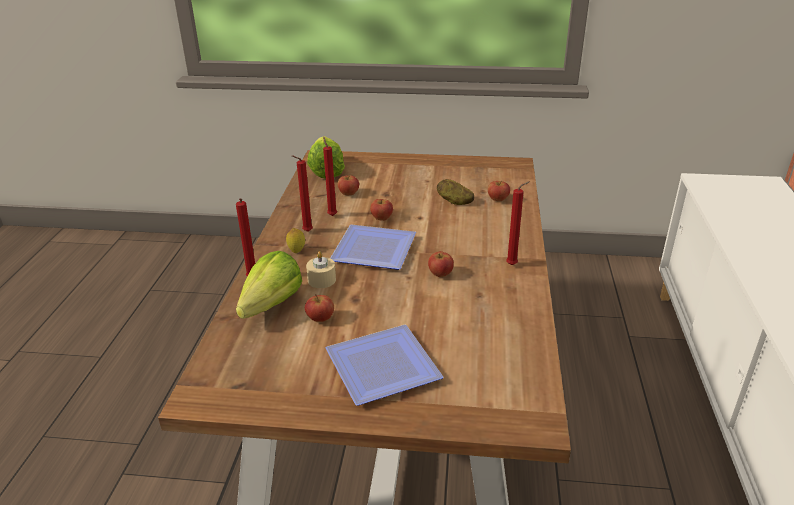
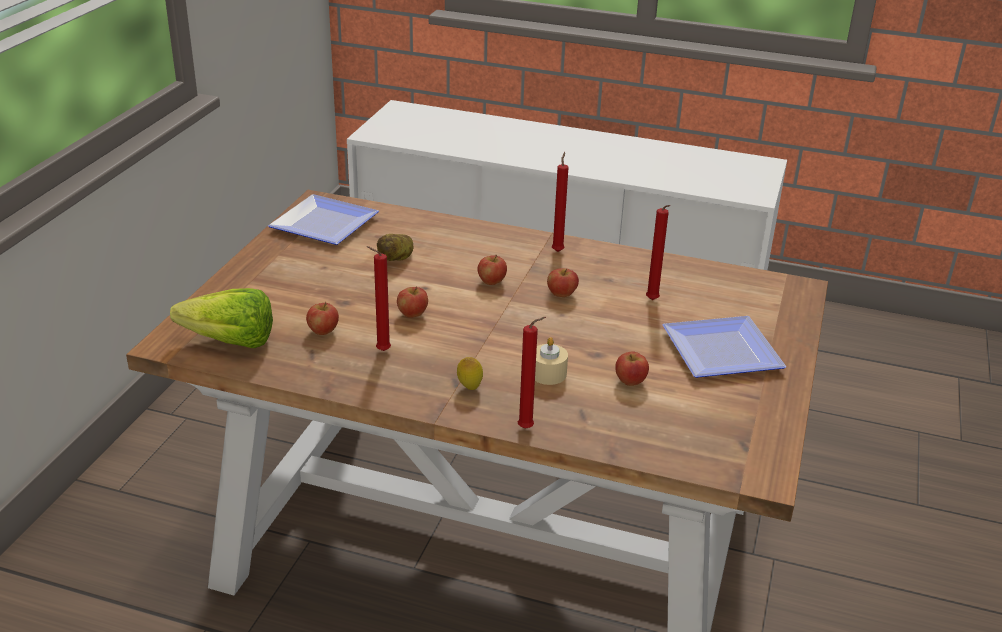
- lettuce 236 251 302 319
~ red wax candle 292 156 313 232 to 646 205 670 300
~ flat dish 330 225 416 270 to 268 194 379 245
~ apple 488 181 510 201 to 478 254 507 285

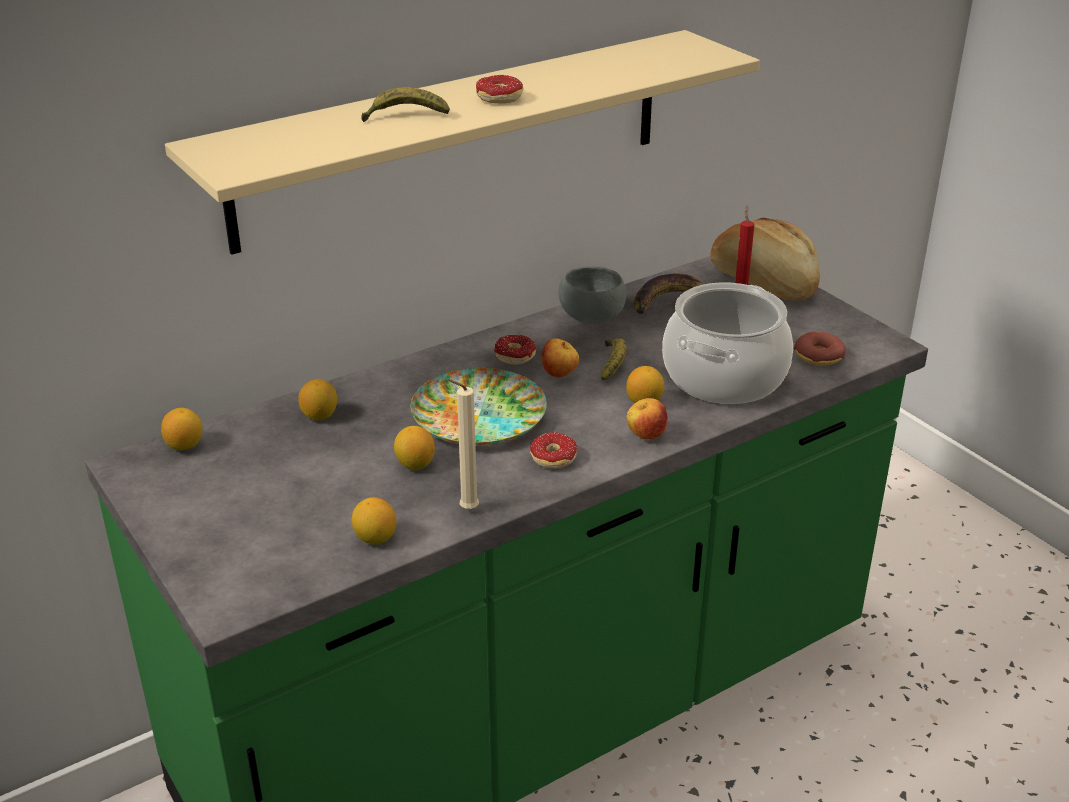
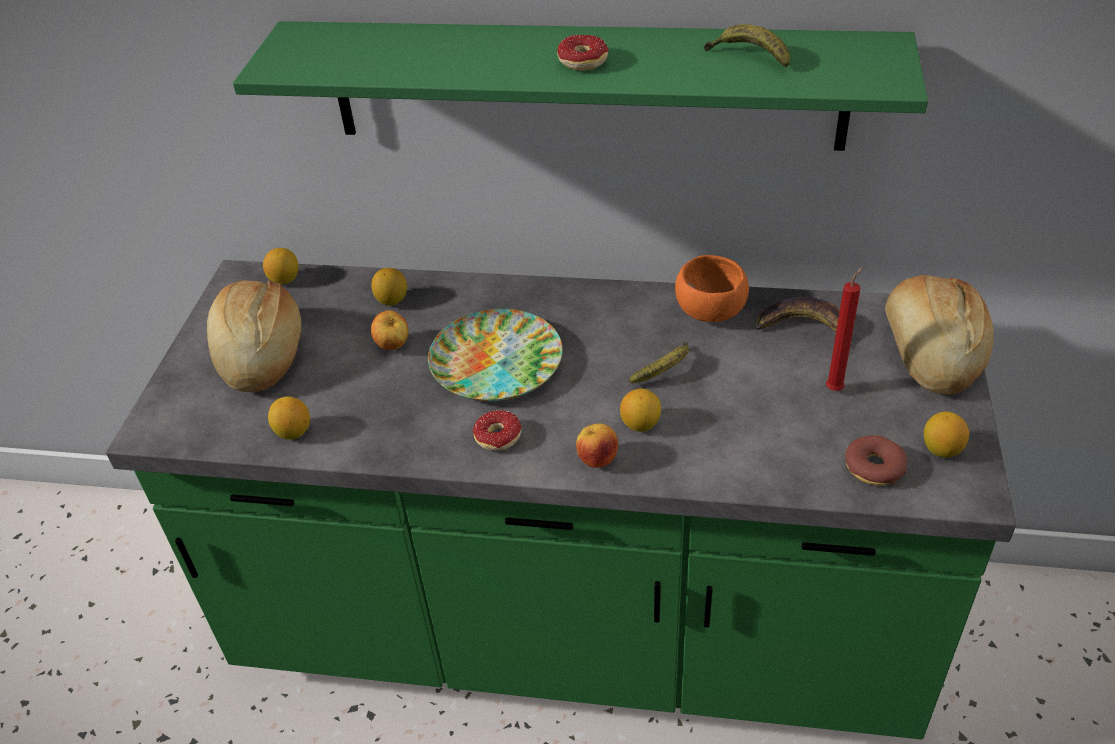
- beige-coloured wax candle 448 379 479 510
- doughnut 494 321 536 365
- stockpot 662 282 793 404
+ bread 207 280 301 392
~ banana fruit 361 87 450 122 to 704 24 790 68
~ lemon 394 426 435 470 to 924 411 969 458
~ apple 541 338 579 377 to 371 310 409 350
~ beige-coloured shelf 165 30 760 255 to green shelf 233 21 928 151
~ grey bowl 559 266 626 324 to orange bowl 675 255 749 322

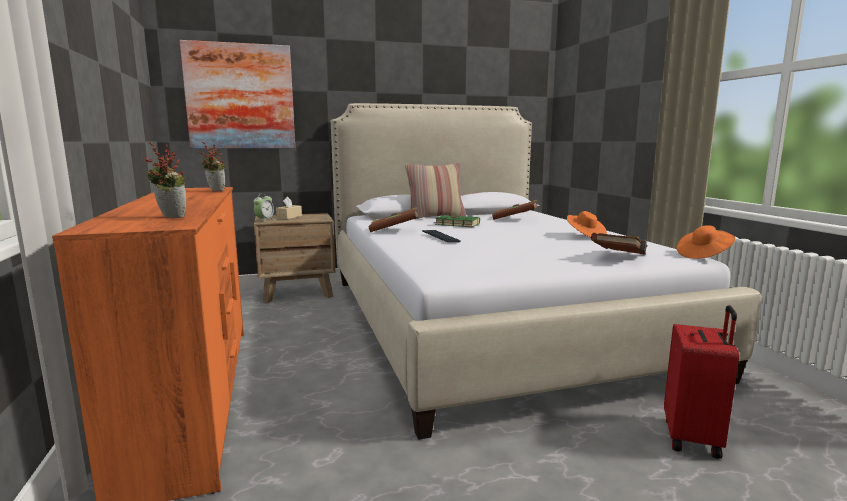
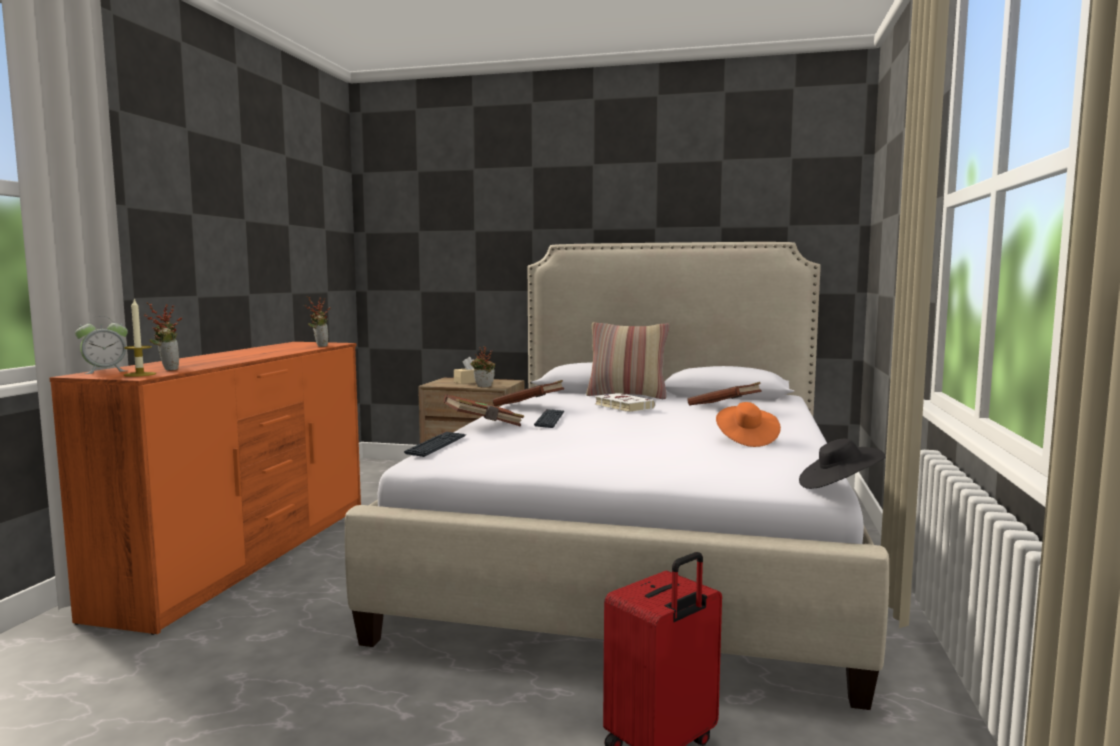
- wall picture 180 40 295 149
+ wax candle 124 298 156 377
+ keyboard 404 432 466 457
+ potted plant 470 346 495 387
~ table clock 254 194 275 222 to 75 316 128 374
~ brown-coloured bound book 591 233 648 255 to 443 394 524 427
~ green bound book 434 215 480 227 to whitish bound book 594 393 655 412
~ orange clothing hat 677 225 736 259 to blackish clothing hat 799 439 886 489

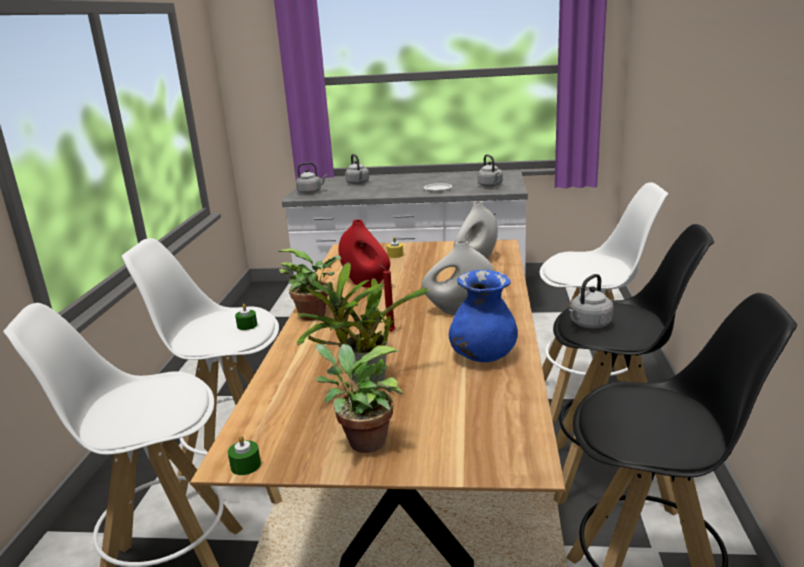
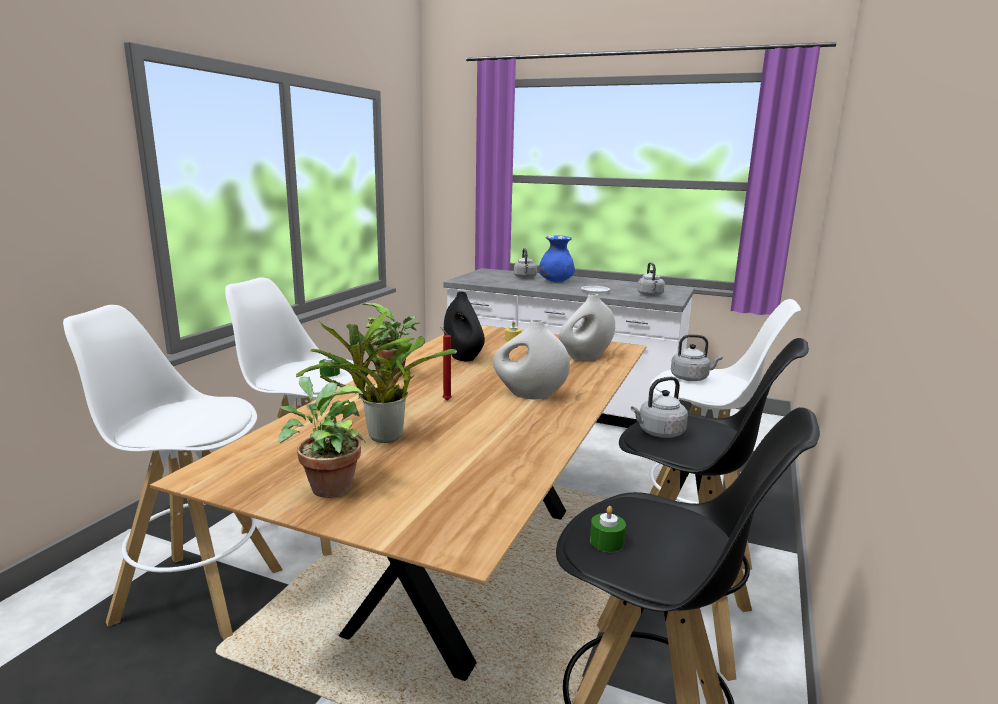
~ green wax candle 228 435 261 475 to 590 506 626 552
~ grey water kettle 296 162 327 194 to 671 334 723 381
~ blue vase 449 270 518 362 to 539 235 575 282
~ red vase 339 219 390 287 to blackish vase 444 291 485 362

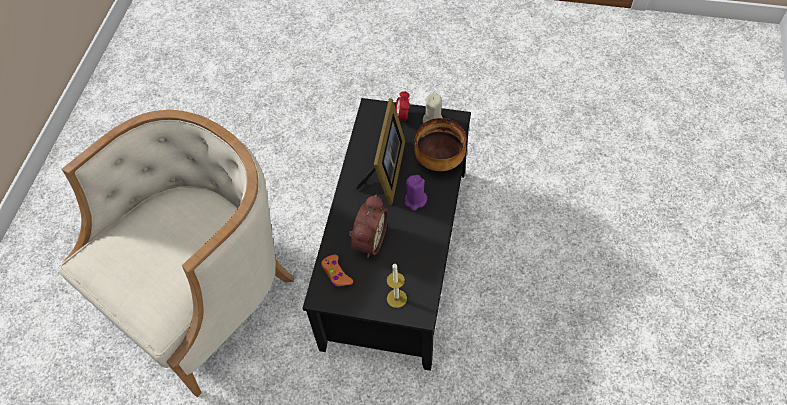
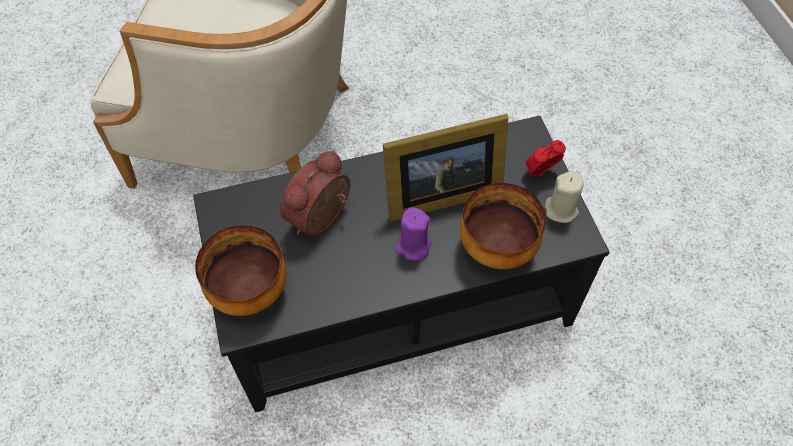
- orange game controller 321 255 353 286
~ wax candle 387 263 407 308 to bowl 195 225 287 316
~ table clock 349 194 388 258 = 280 150 350 237 135 degrees clockwise

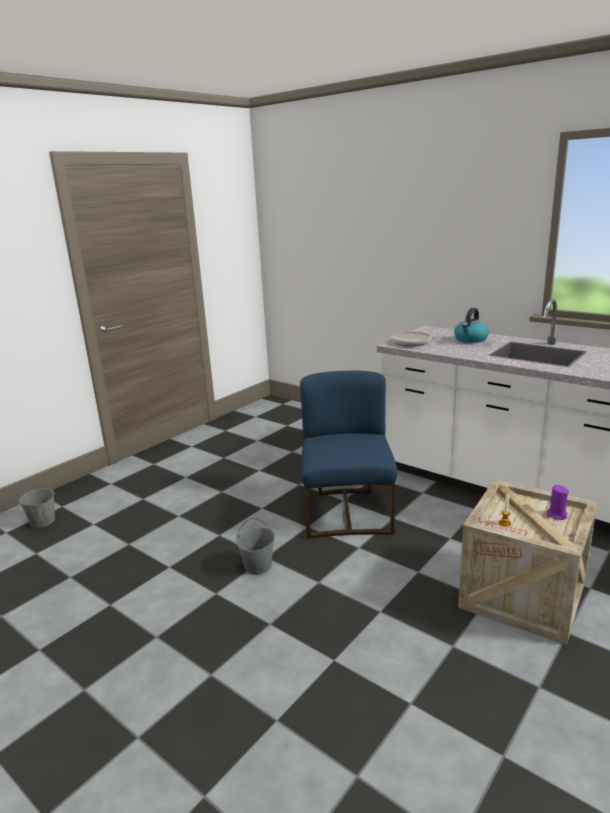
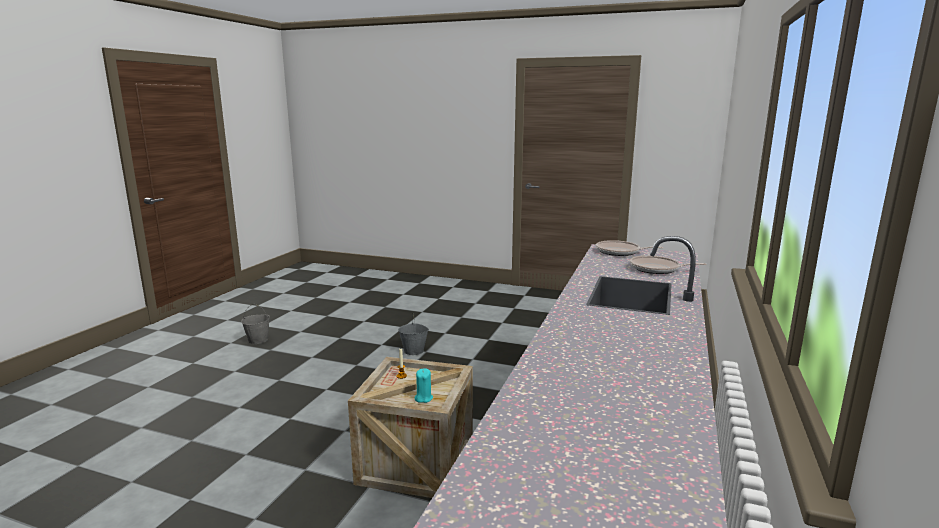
- blue chair 300 370 397 538
~ grey bucket 19 479 55 528 to 241 304 270 344
~ water kettle 454 308 489 343 to skillet 630 256 707 274
~ purple wax candle 546 485 569 520 to blue-green wax candle 415 369 433 403

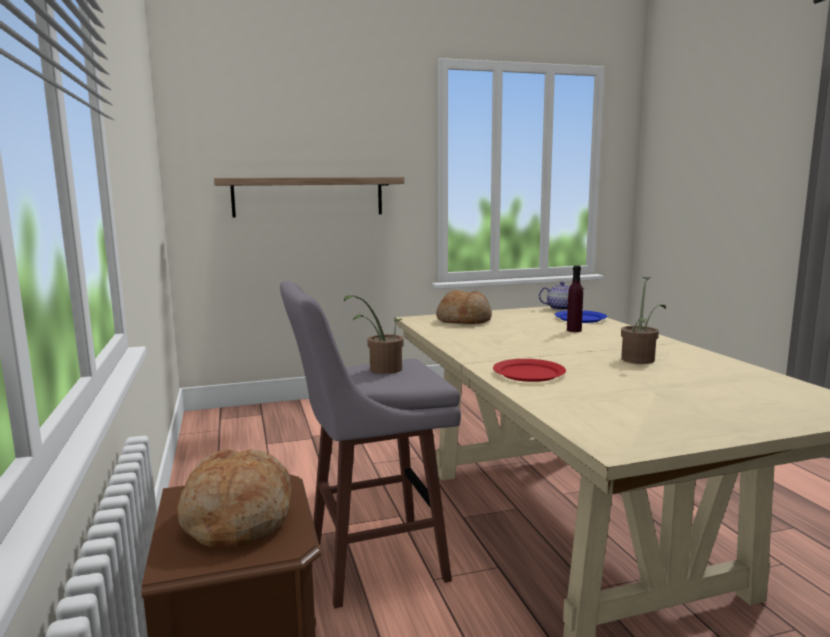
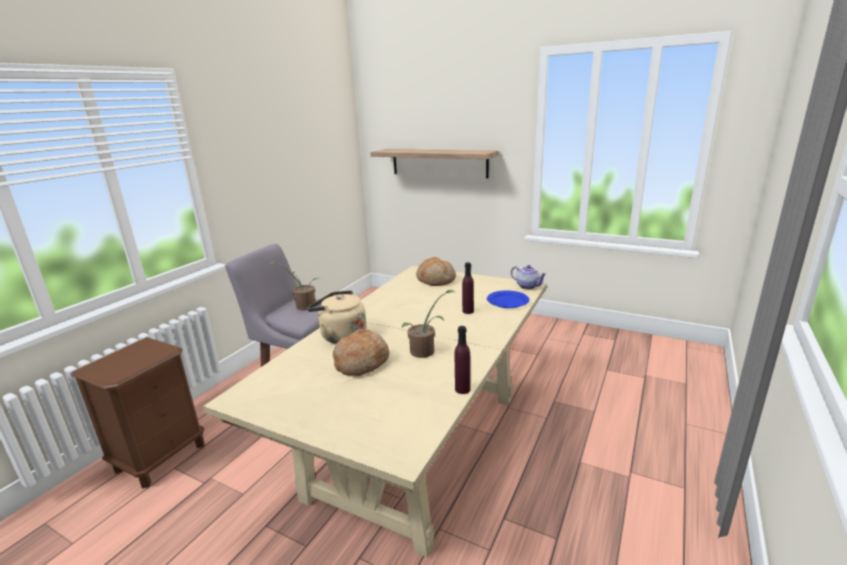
+ purple bottle 455 326 471 394
~ bread 177 449 291 547 to 333 329 389 376
~ red flat dish 493 359 566 382 to beige-coloured water kettle 307 290 367 344

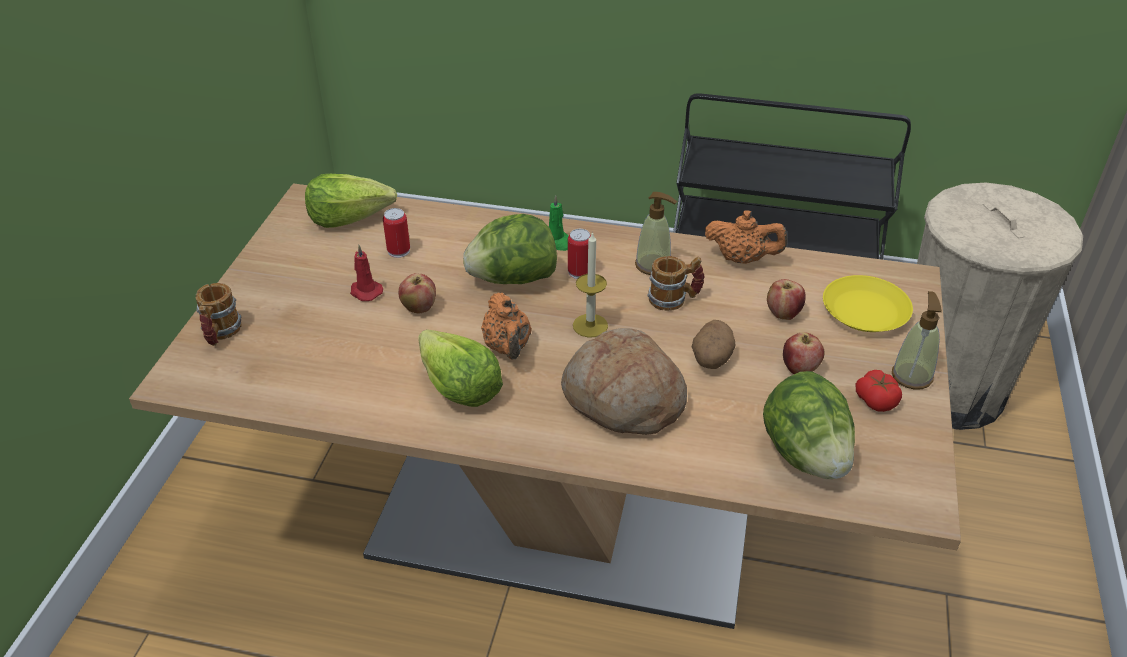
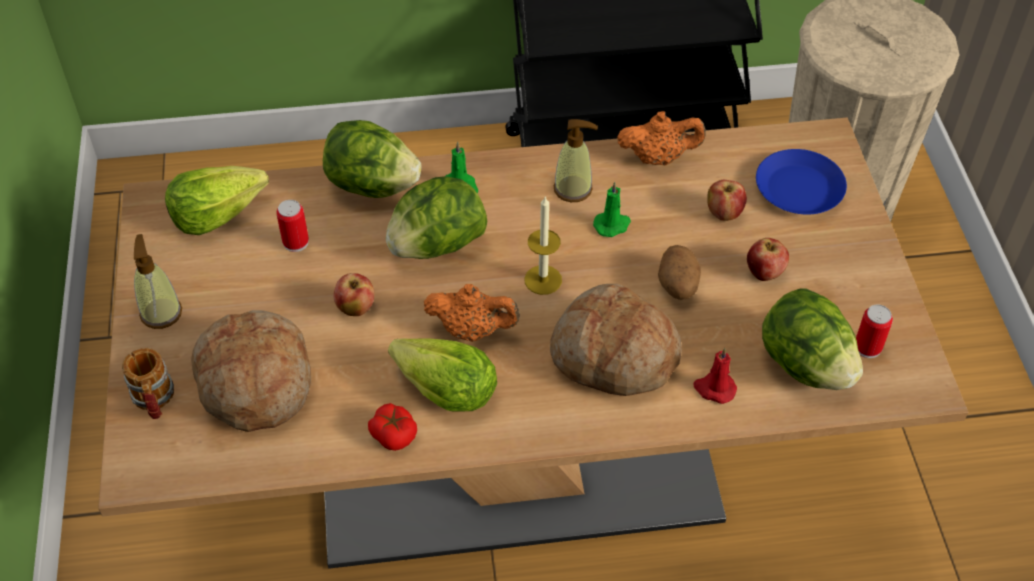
+ bread 191 310 311 432
+ lettuce 323 120 421 198
~ red wax candle 350 245 383 301 to 693 348 737 404
~ sealed can 568 229 591 279 to 856 305 893 358
~ fresh tomato 856 370 902 412 to 368 403 417 451
~ soap bottle 892 291 942 390 to 134 234 182 329
~ tea mug 647 256 705 311 to green wax candle 593 182 631 237
~ yellowish flat dish 823 275 913 332 to blue flat dish 756 149 847 214
~ orange teapot 481 293 532 359 = 424 284 520 342 45 degrees counterclockwise

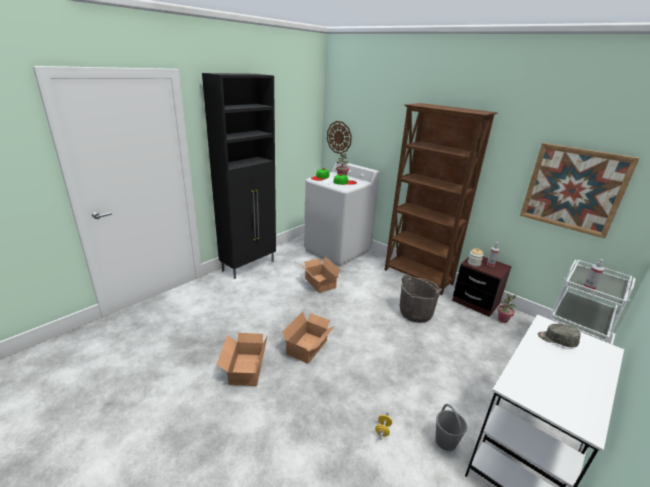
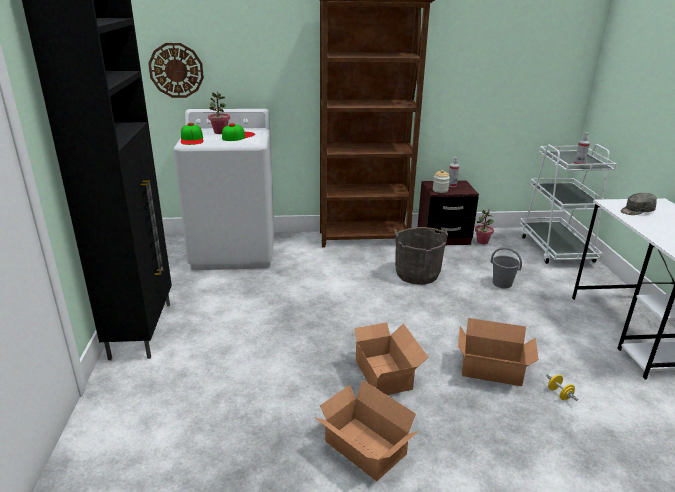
- wall picture 520 143 639 239
~ packing box 301 257 340 293 to 458 318 539 386
~ grey bucket 435 404 467 451 to 491 247 522 289

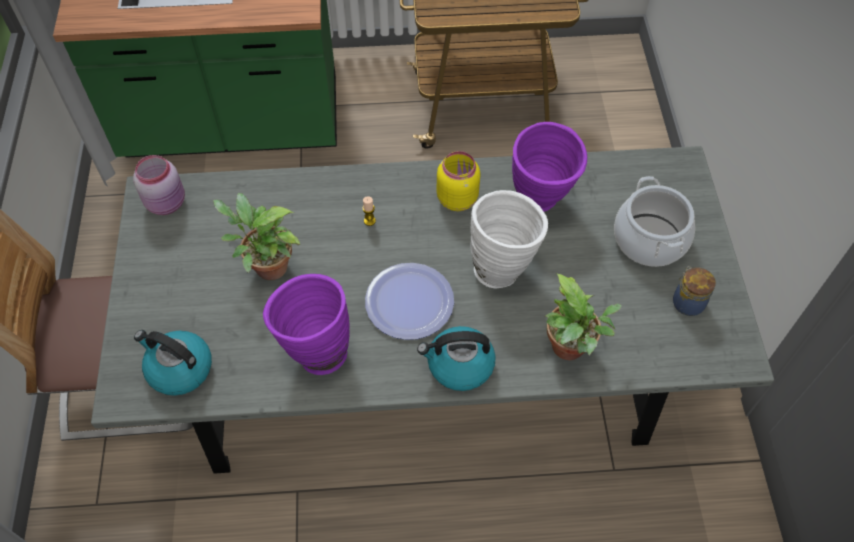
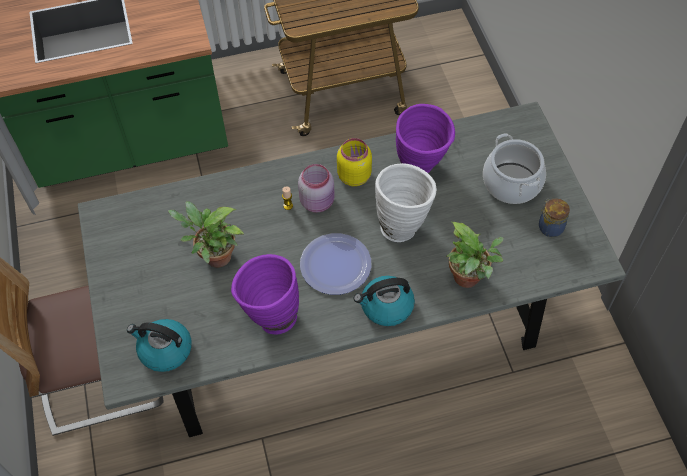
~ pink jar 133 155 185 215 to 298 164 335 213

